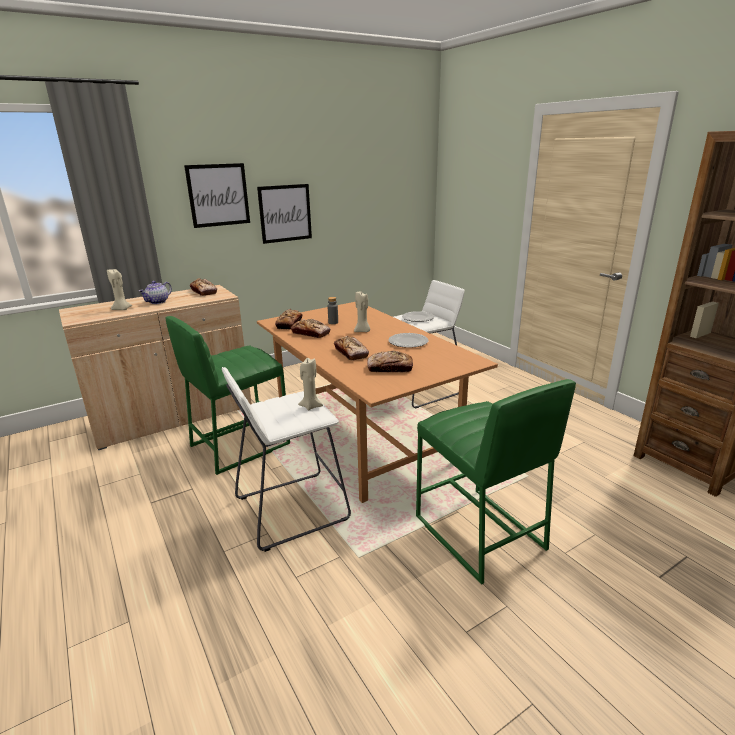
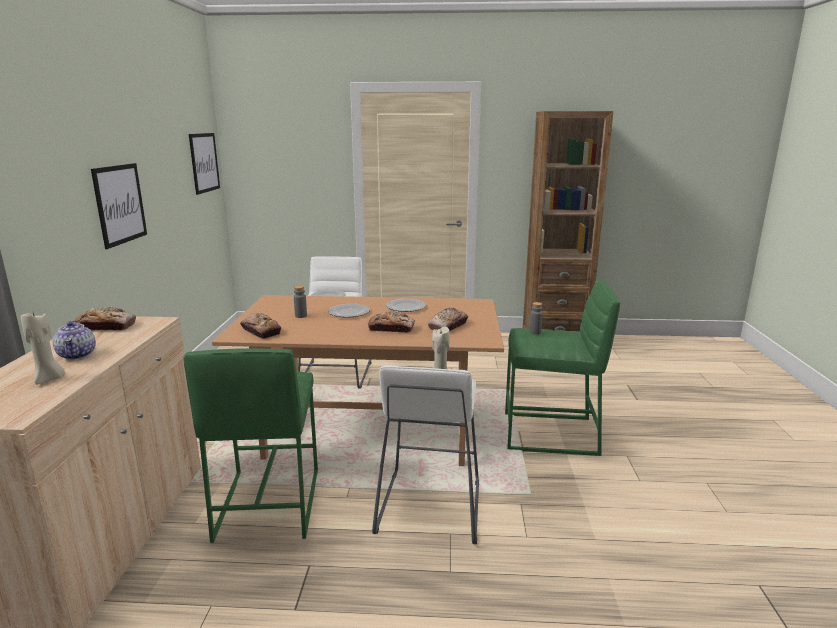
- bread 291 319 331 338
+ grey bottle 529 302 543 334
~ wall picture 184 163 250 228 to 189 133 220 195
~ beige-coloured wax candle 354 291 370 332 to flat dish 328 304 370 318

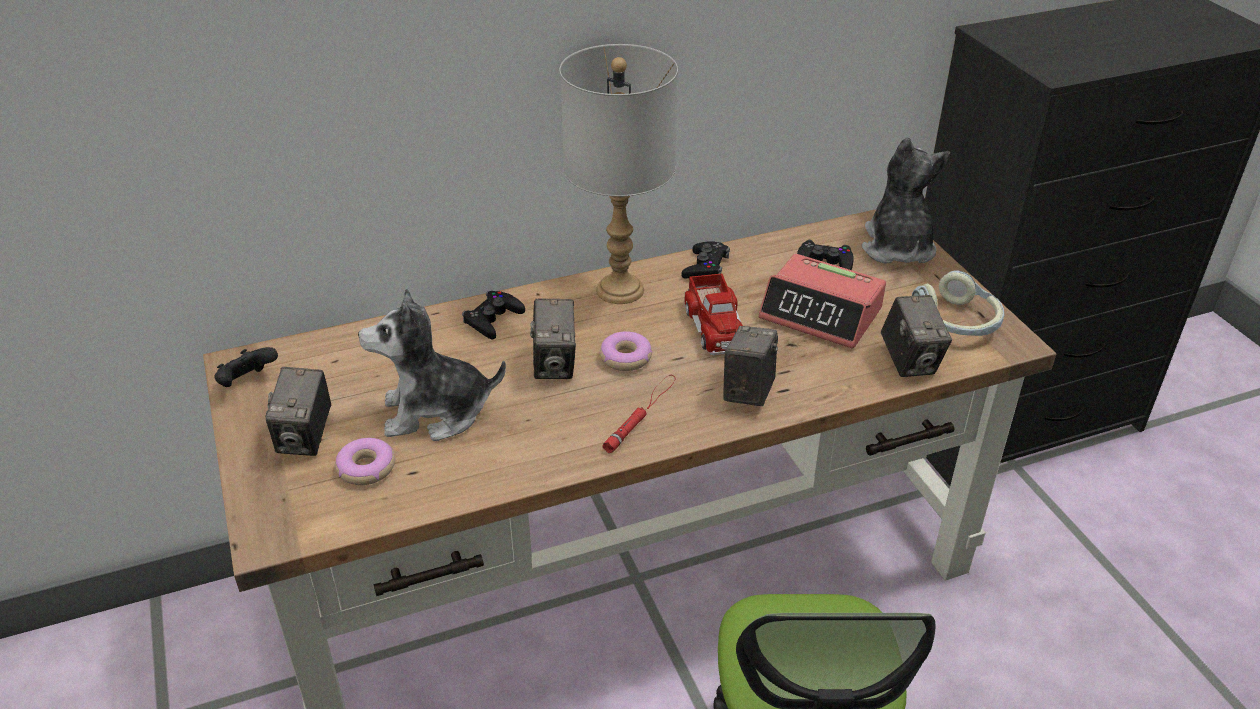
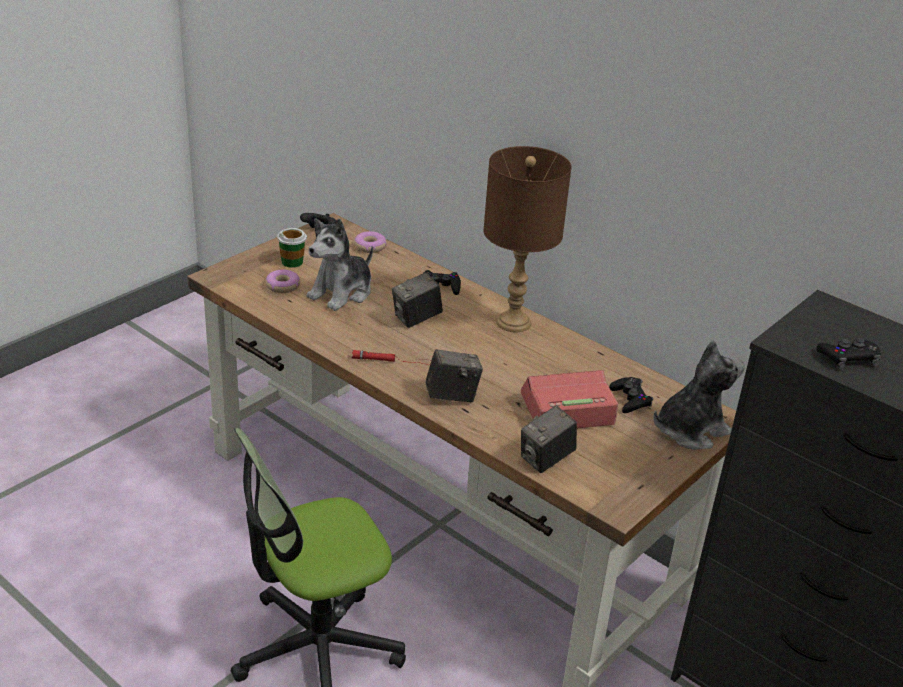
- toy lorry 685 273 743 355
- headset 912 270 1004 336
~ doughnut 600 331 652 371 to 354 231 387 253
~ blackish game controller 681 241 730 279 to 817 338 881 369
~ still camera 266 367 331 456 to small cup 277 228 307 268
~ grey lamp for a table 560 44 678 304 to brown-coloured lamp for a table 483 146 572 332
~ cuddly toy 358 288 506 441 = 307 219 373 311 105 degrees counterclockwise
~ table clock 758 254 886 349 = 521 370 618 428 75 degrees clockwise

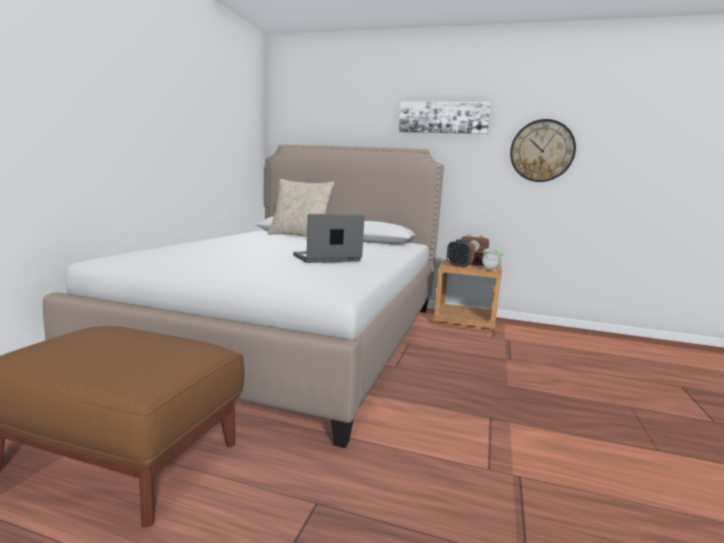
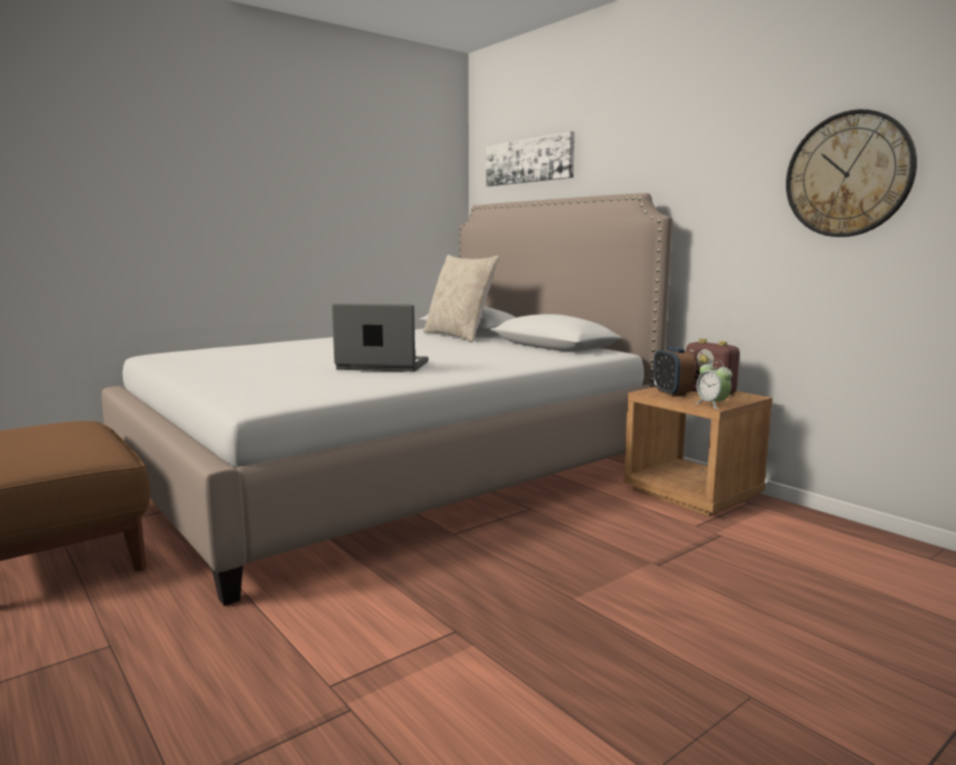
~ wall picture 399 102 491 134 to 486 131 575 186

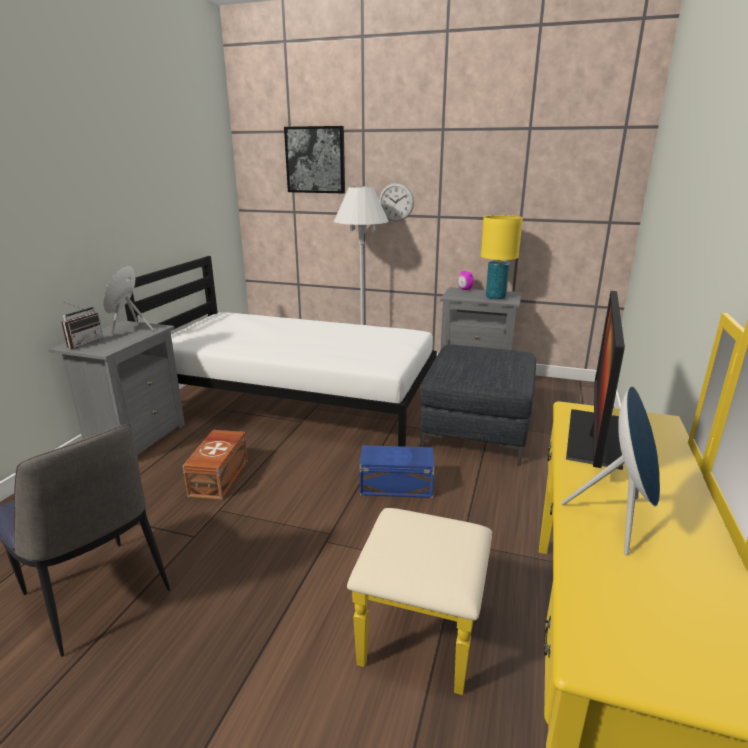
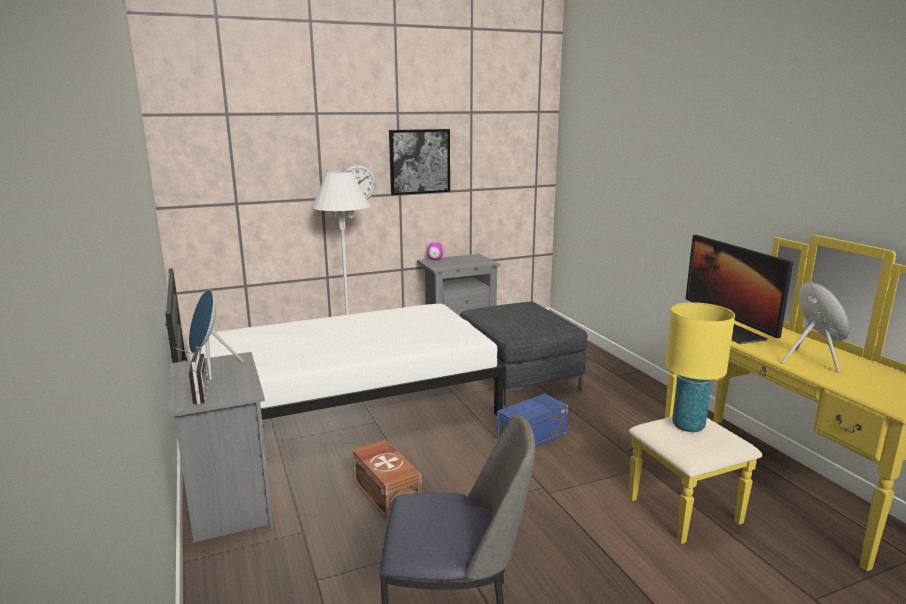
~ wall picture 284 126 345 193 to 389 129 450 195
~ yellowish lamp for a table 481 215 523 300 to 665 302 735 432

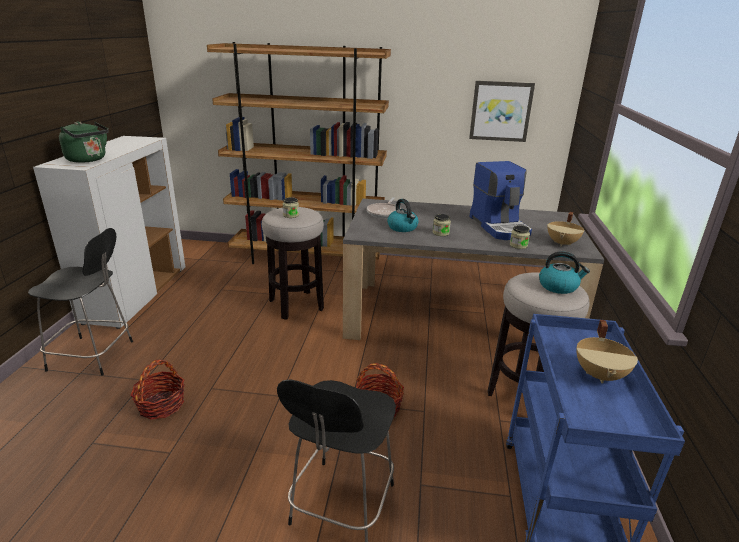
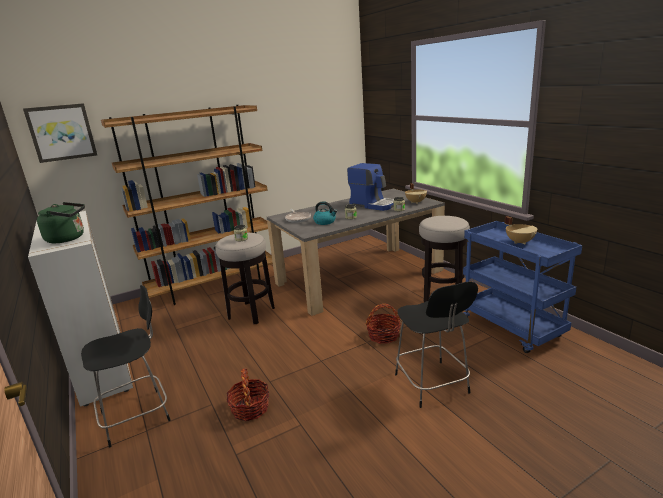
- water kettle 539 251 590 294
~ wall picture 469 81 535 142 to 23 103 97 163

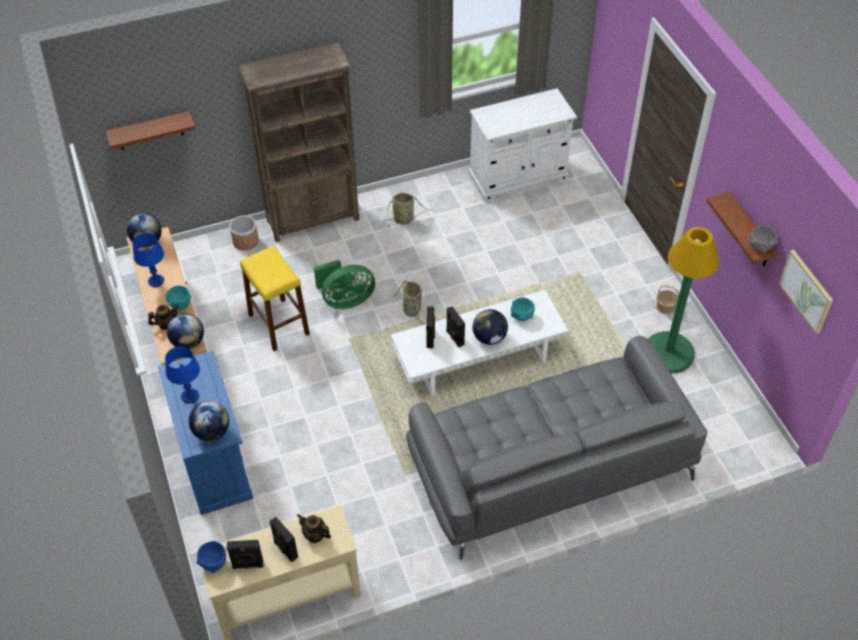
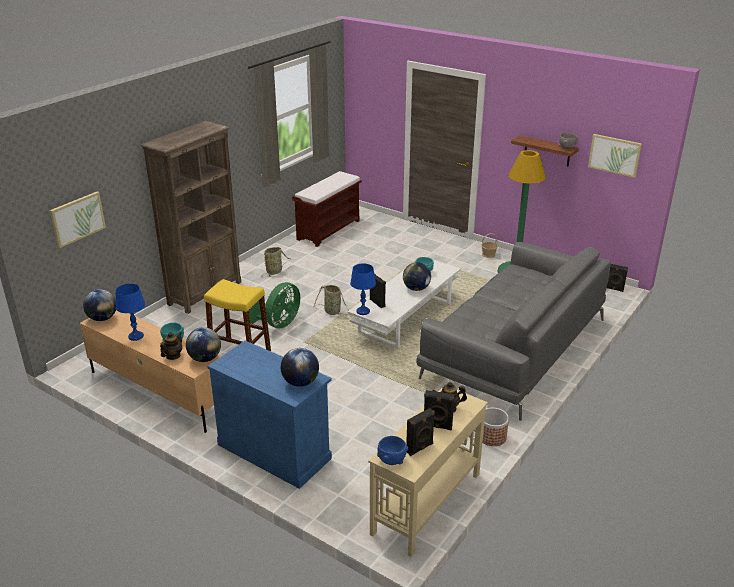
~ blue lamp for a table 165 346 200 404 to 350 263 376 315
~ plant pot 230 215 259 250 to 482 408 509 446
~ blackish audio speaker 446 306 465 348 to 607 264 628 292
~ shelf 106 111 195 150 to wall picture 50 191 106 248
~ whitish storage cabinet 468 88 577 202 to brown-coloured long seat 292 171 362 247

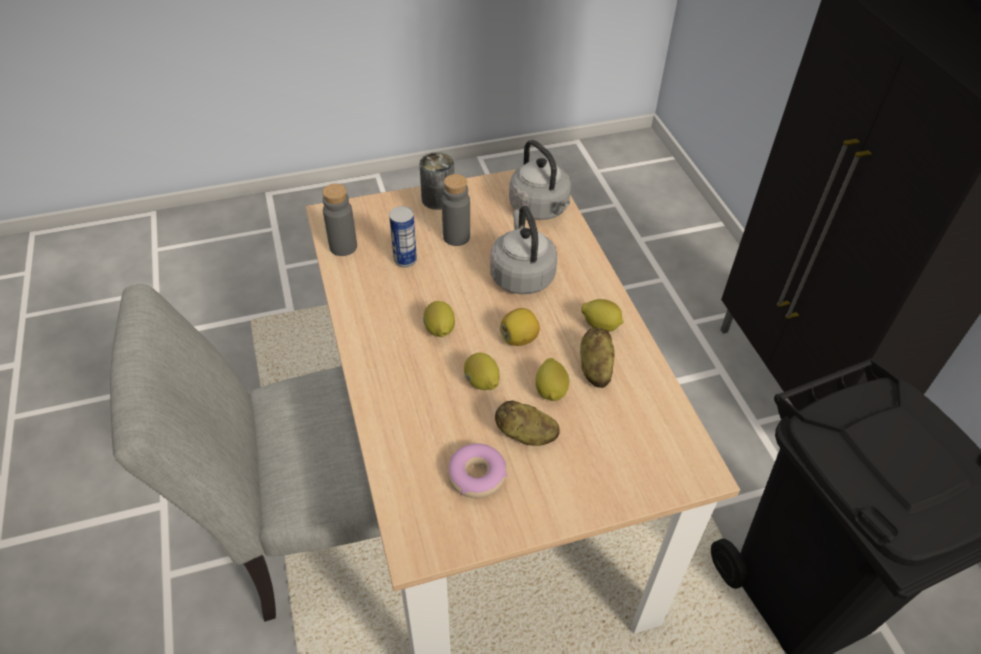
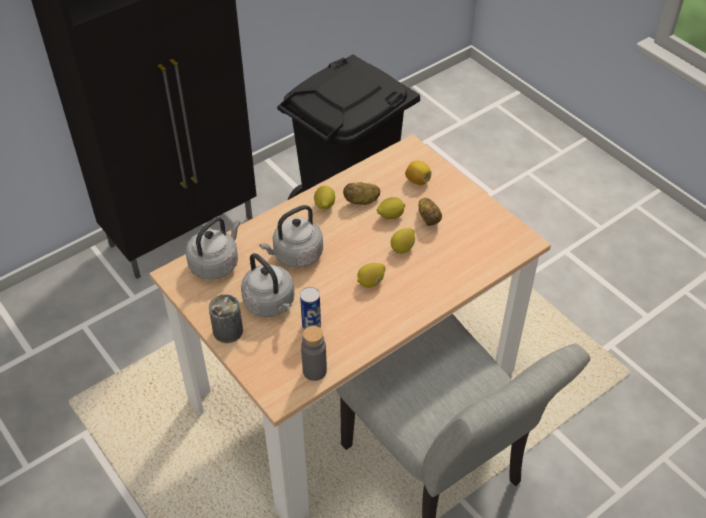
- doughnut 447 443 507 498
~ lemon 500 308 540 346 to 405 161 431 185
~ grey bottle 442 174 470 246 to grey water kettle 241 253 294 317

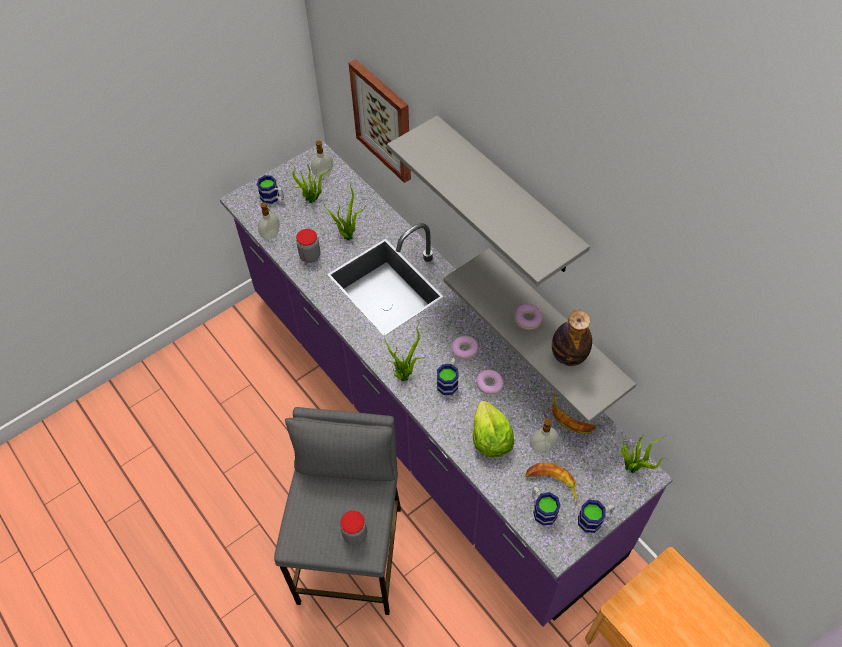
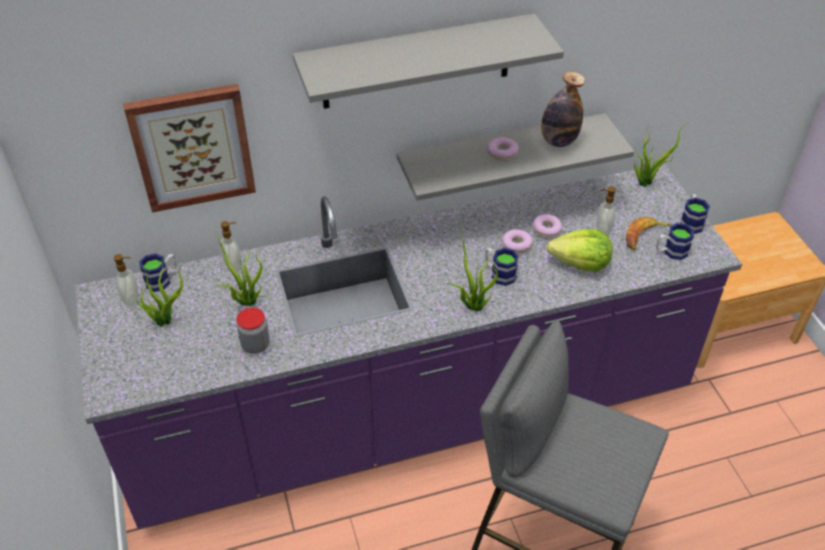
- jar 340 511 367 545
- banana fruit 551 393 596 433
~ tea mug 257 175 284 204 to 139 253 177 292
~ soap bottle 258 202 280 240 to 220 221 242 272
~ doughnut 451 336 478 360 to 533 214 562 238

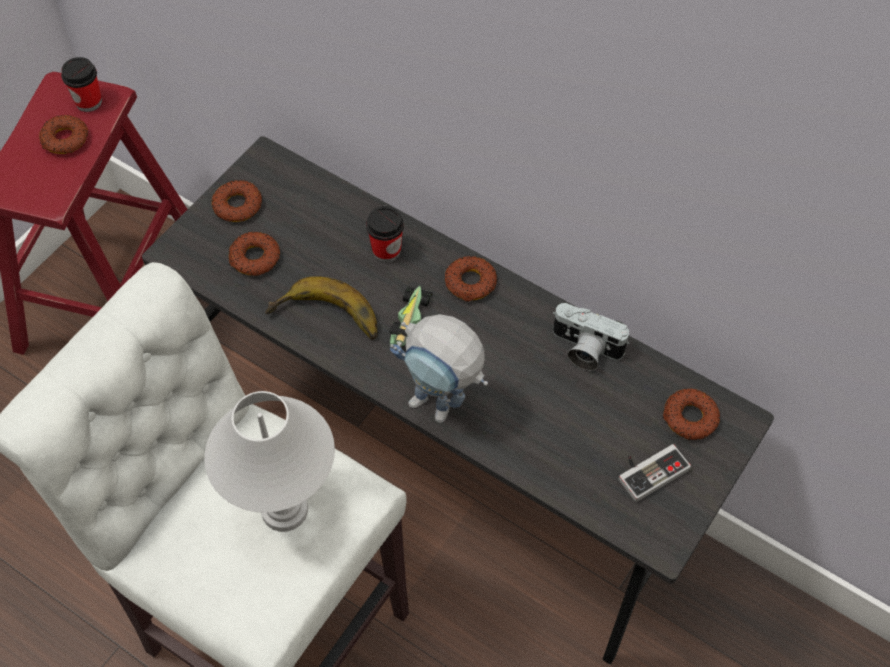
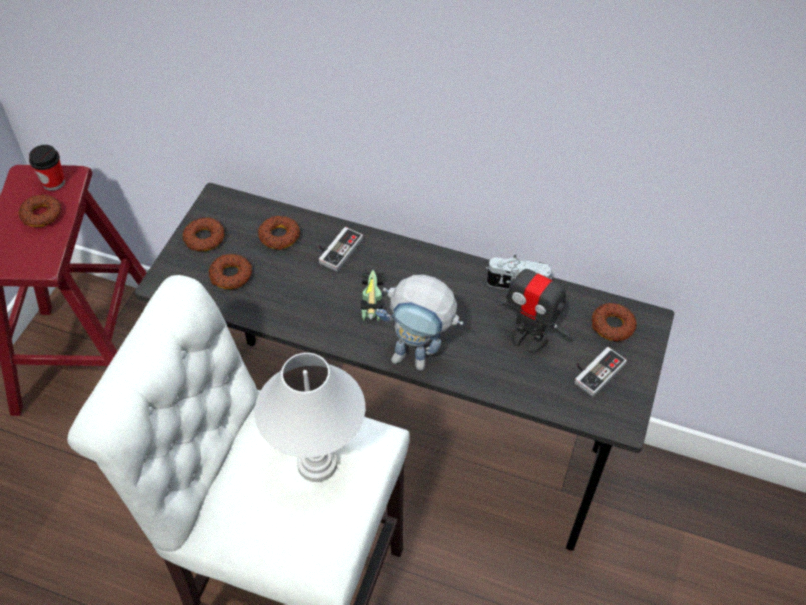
- banana fruit 265 277 378 340
+ toy robot 496 255 572 354
~ doughnut 445 256 497 302 to 258 216 300 250
~ small cup 366 206 404 262 to game controller 319 227 363 272

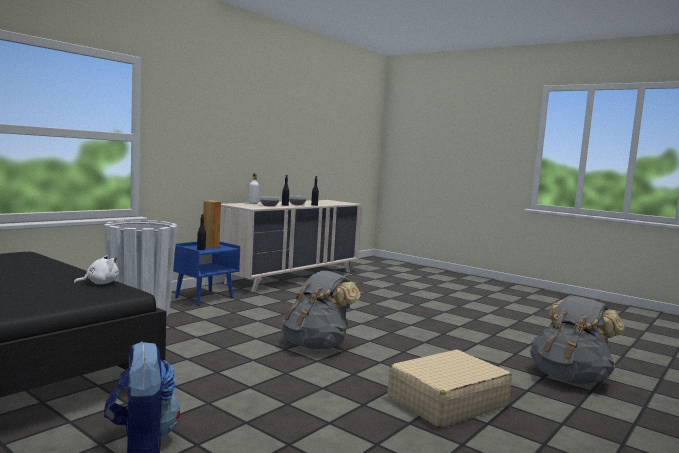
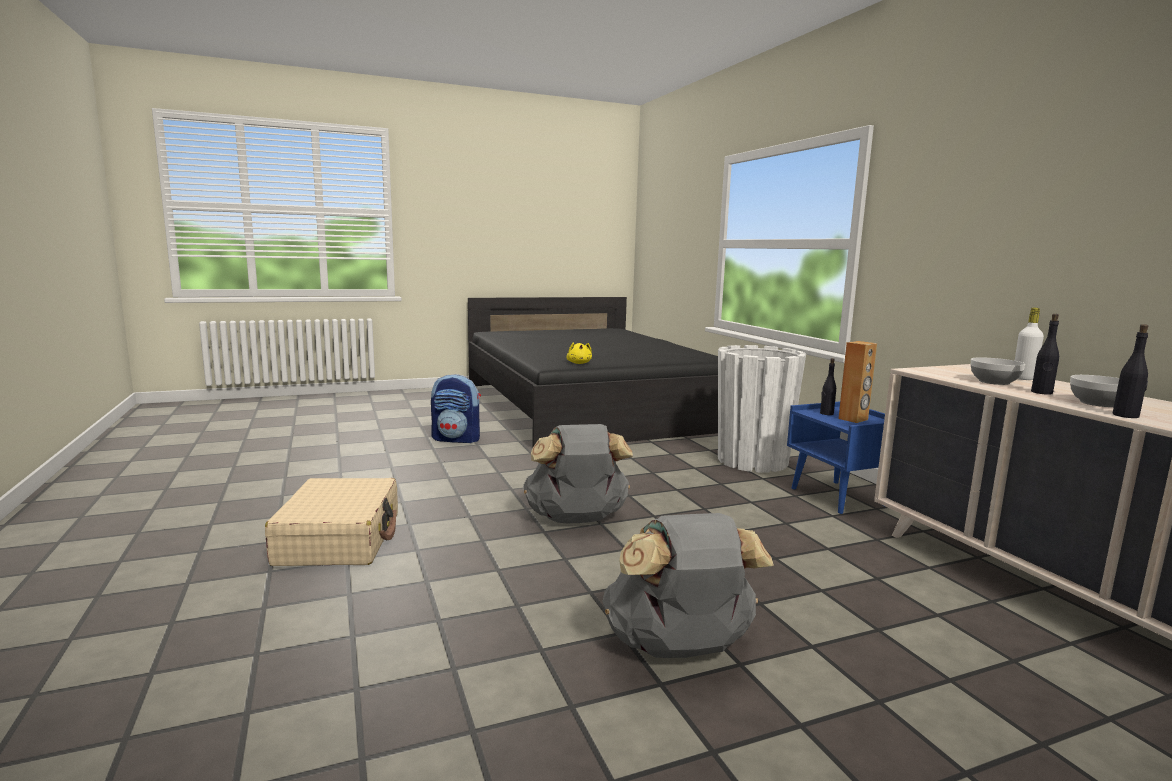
~ grey knapsack 530 296 625 384 to 602 513 774 658
~ whitish cuddly toy 73 255 119 284 to yellowish cuddly toy 566 343 592 364

